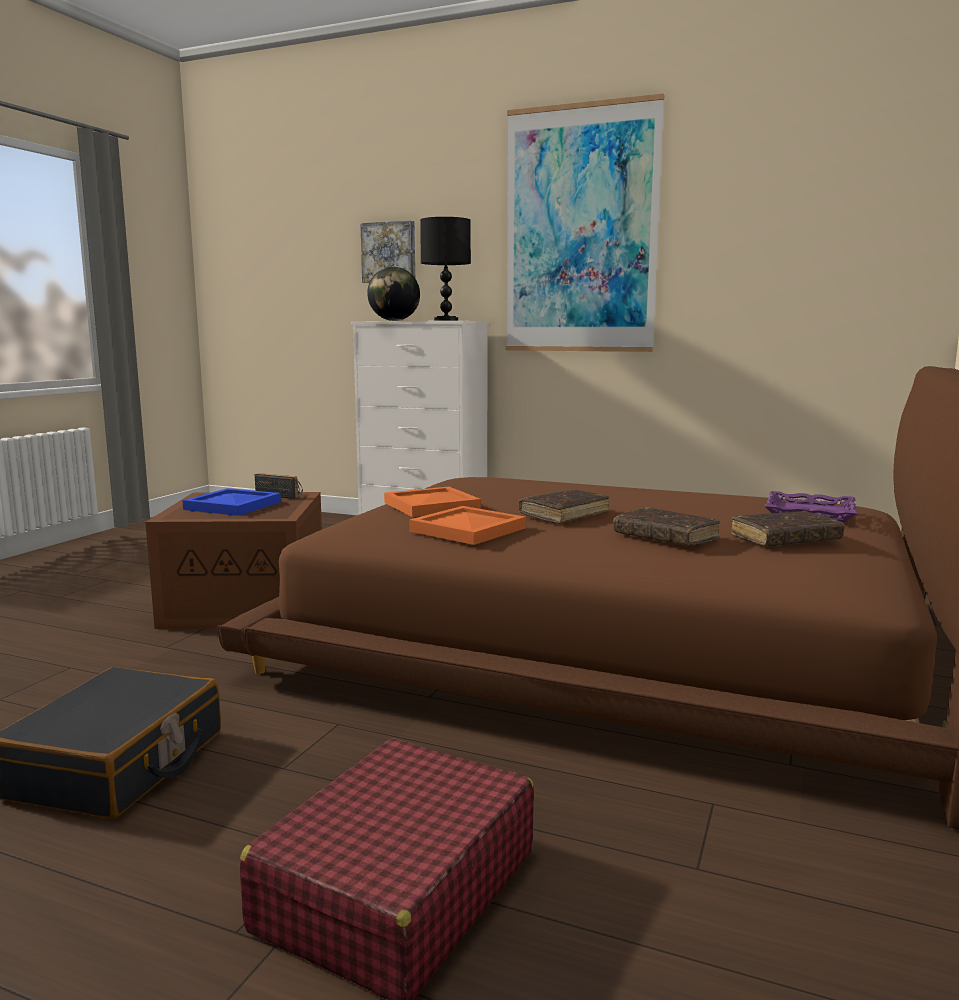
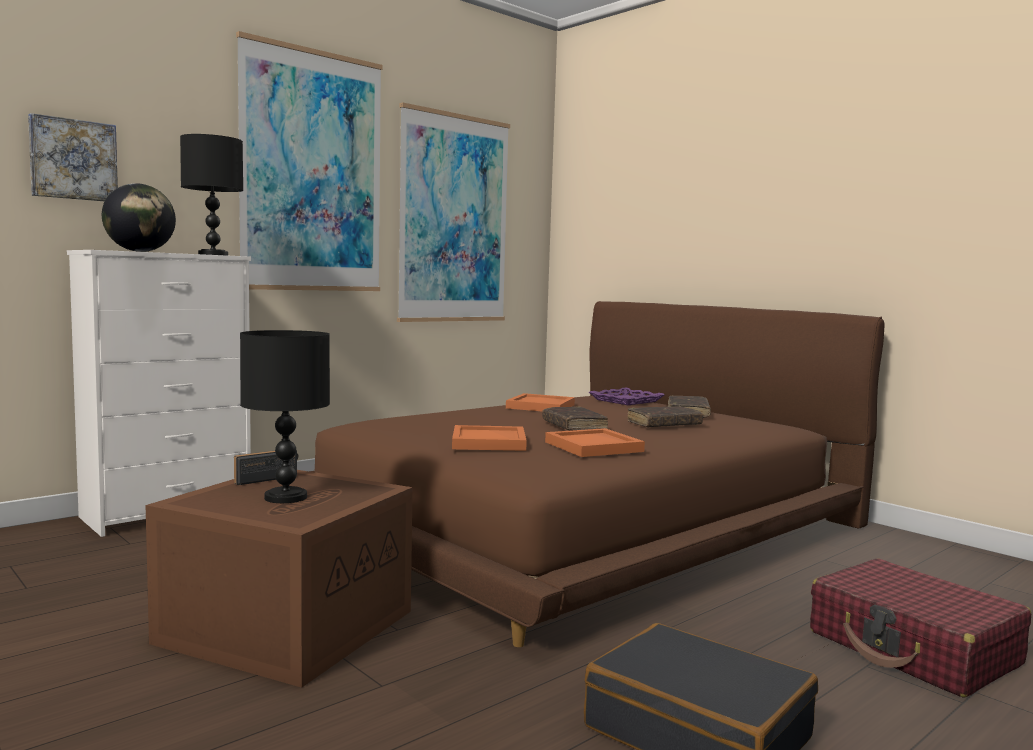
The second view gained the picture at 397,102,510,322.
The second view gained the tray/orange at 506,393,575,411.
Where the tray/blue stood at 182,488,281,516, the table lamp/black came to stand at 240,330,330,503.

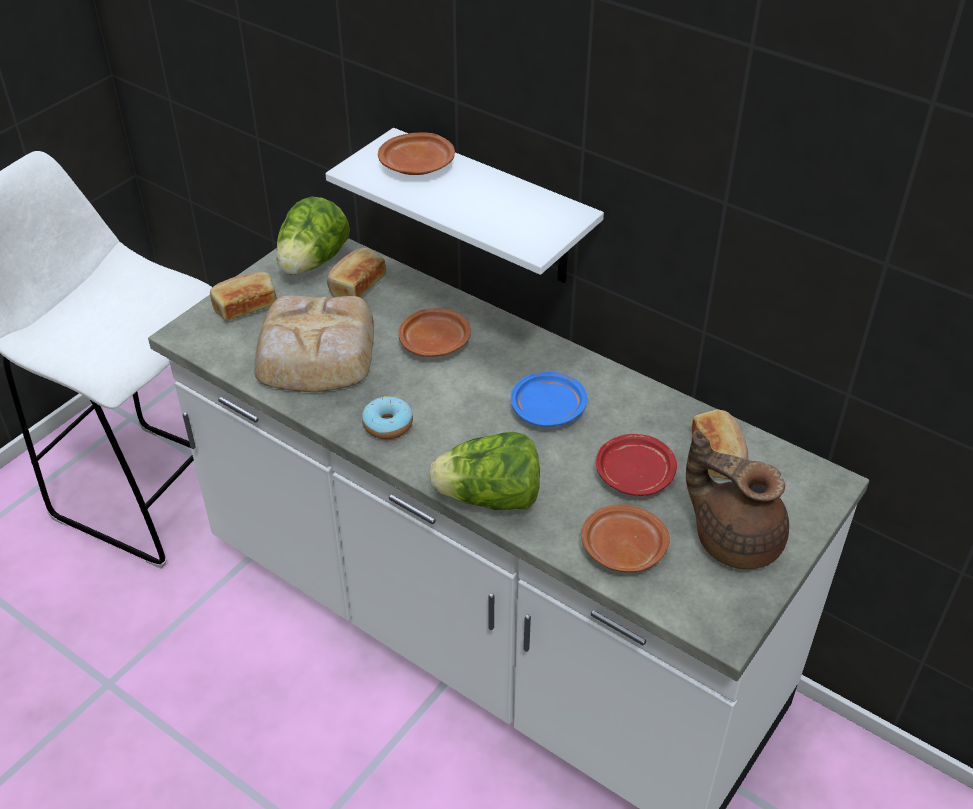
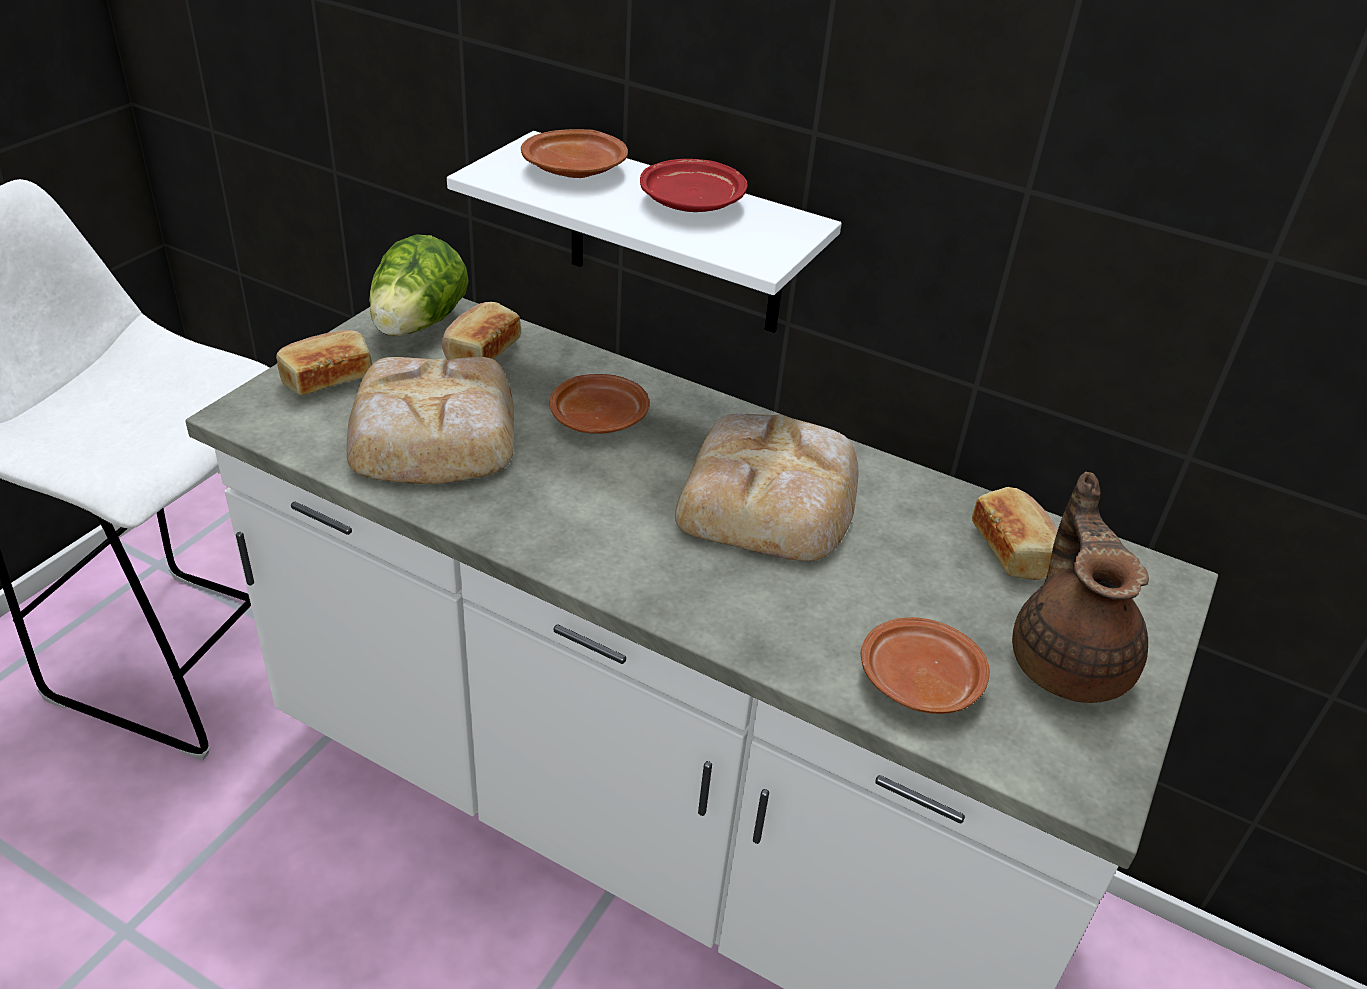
The second view lost the donut at 362,396,413,439.
The second view lost the lettuce at 429,432,540,510.
The plate/red ended up elsewhere, having gone from 596,434,677,496 to 640,159,747,212.
Where the plate/blue stood at 511,372,587,427, the bread came to stand at 675,414,858,561.
The teapot/brown at 686,430,789,569 ended up facing another way, 60 degrees clockwise from before.

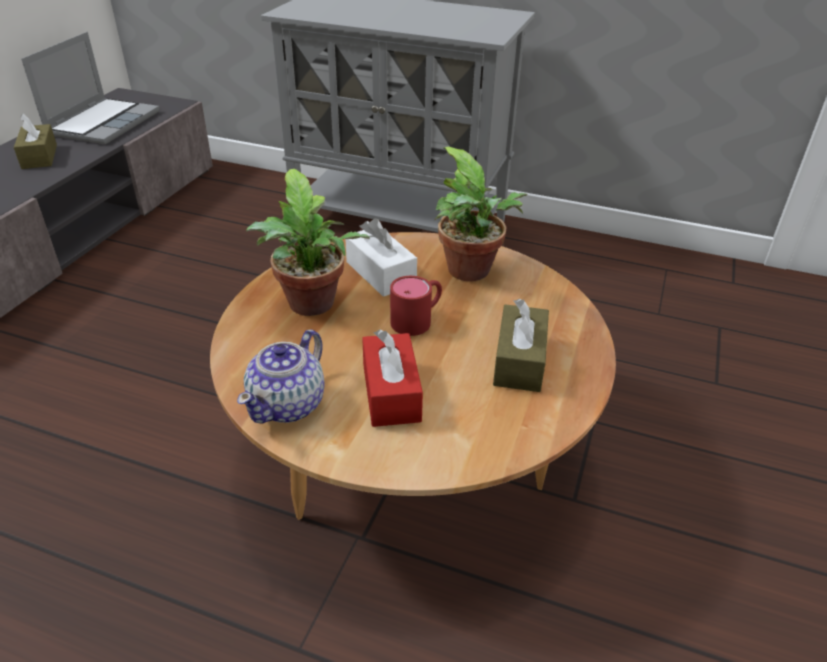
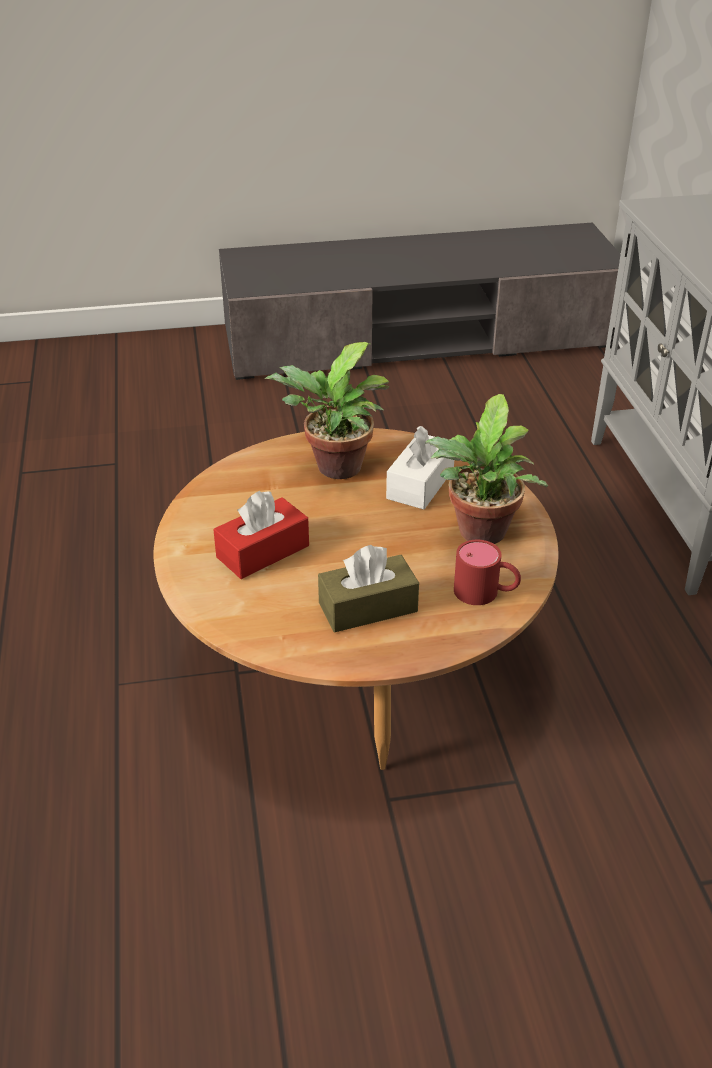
The second view lost the tissue box/brown at 14,113,57,169.
The second view lost the laptop at 21,32,160,144.
The second view lost the teapot at 237,329,325,423.
The mug/red ended up elsewhere, having gone from 390,276,442,336 to 454,540,521,605.

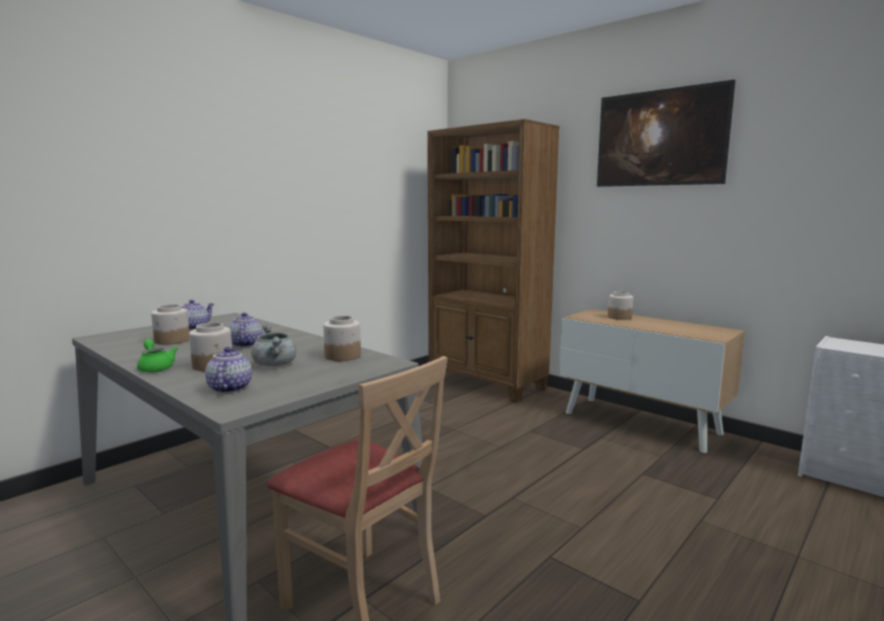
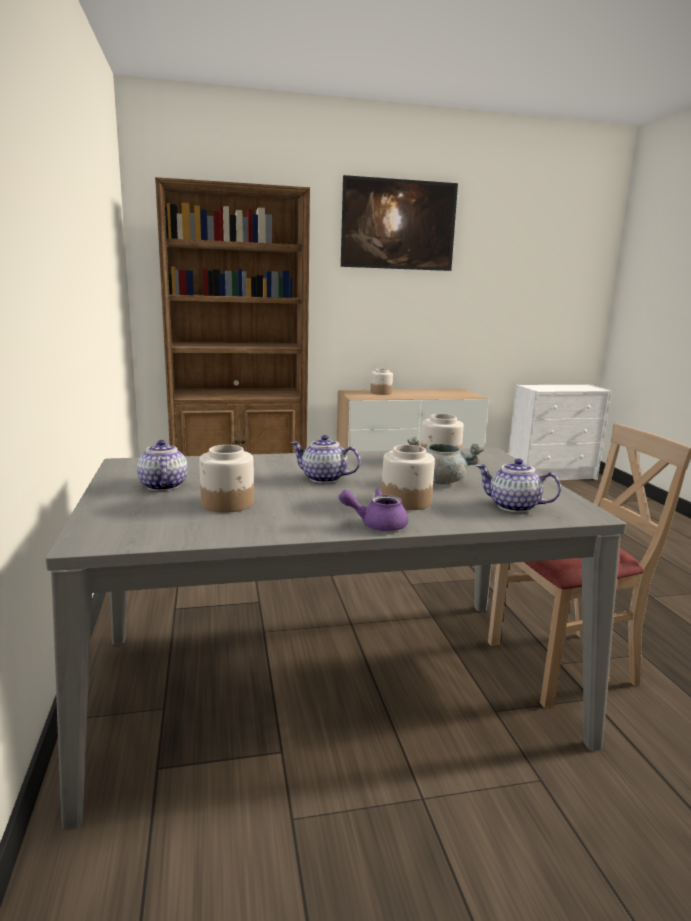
What was the teapot/green at 137,339,178,373 turned into the teapot/purple at 339,489,408,531.

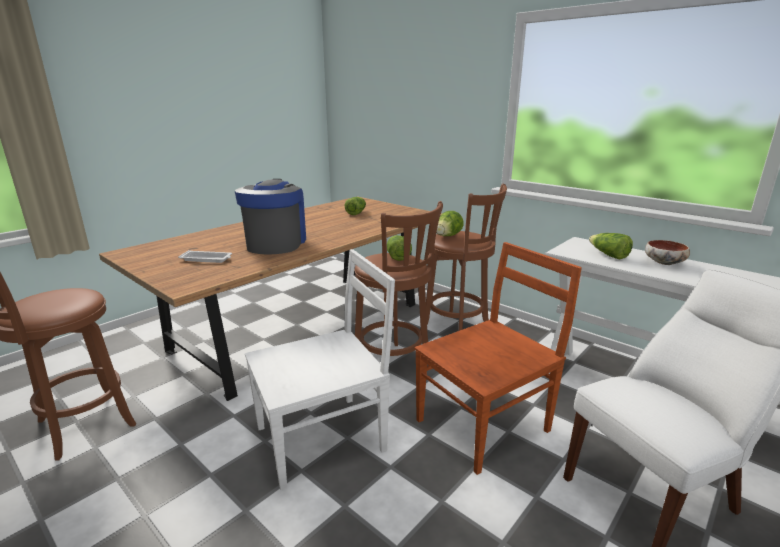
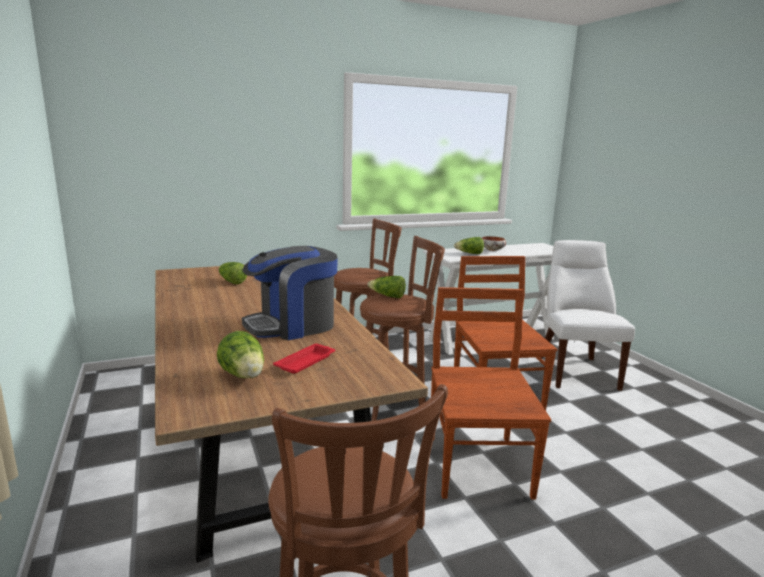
The lettuce ended up elsewhere, having gone from 436,211,464,236 to 217,331,264,378.
What was the tray/white at 178,250,232,263 turned into the tray/red at 273,344,335,374.
What was the chair/white at 245,249,395,490 turned into the chair/brown at 431,287,551,499.
The coffee machine at 235,179,306,255 ended up facing another way, 60 degrees counterclockwise from before.

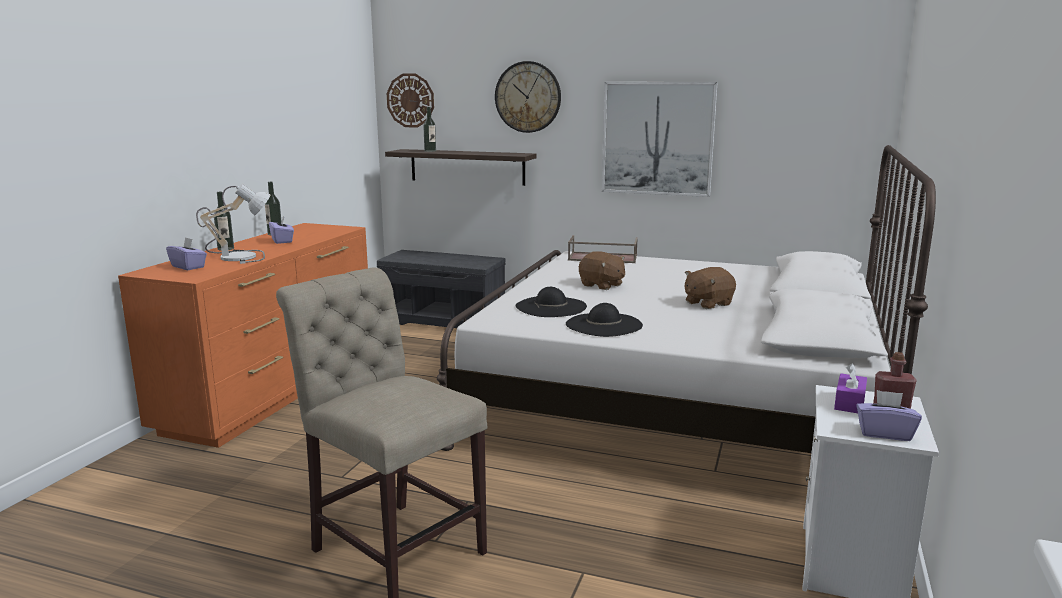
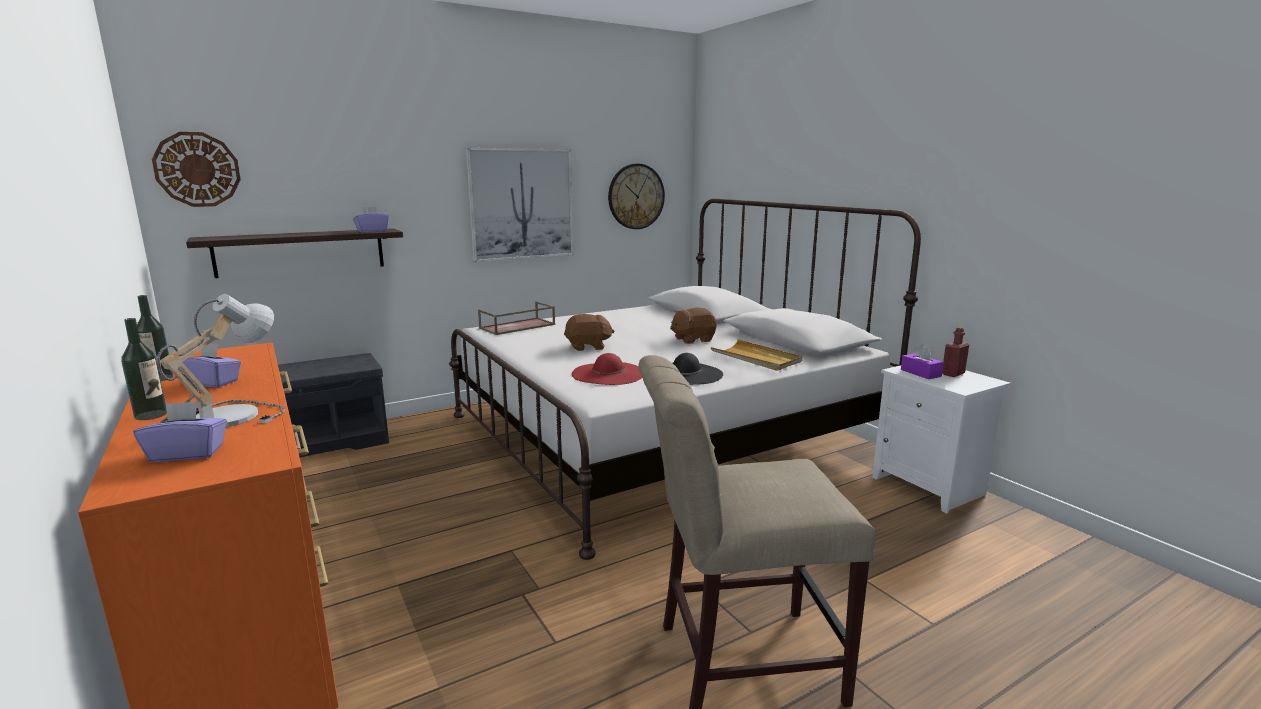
The second view lost the bottle at 423,107,436,152.
The second view gained the tray/beige at 711,339,803,371.
The wall clock ended up elsewhere, having gone from 495,61,561,133 to 608,164,665,229.
The tissue box/purple ended up elsewhere, having gone from 856,390,922,441 to 353,206,389,232.
What was the hat/black at 515,287,587,317 turned into the hat/red at 572,353,642,385.
The plush toy/brown at 685,267,736,309 ended up facing another way, 60 degrees clockwise from before.

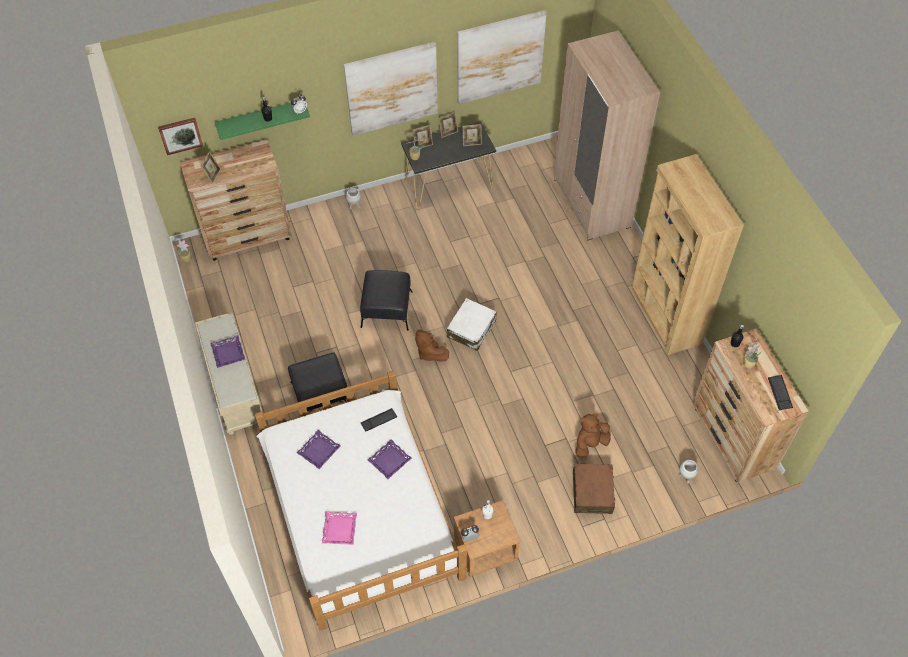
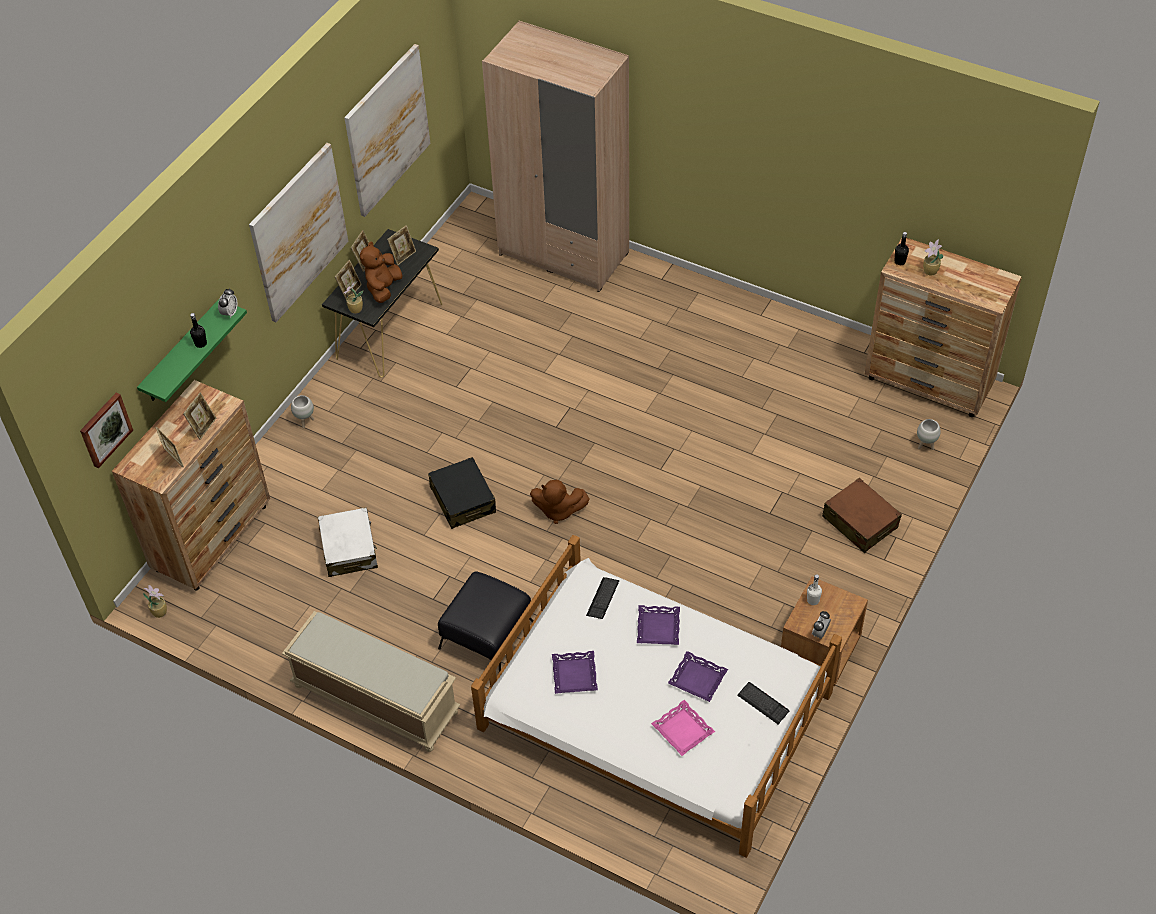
The second view lost the bookcase/brown at 631,154,744,355.
The second view gained the picture frame at 183,392,216,440.
The tray/purple ended up elsewhere, having gone from 210,335,246,368 to 668,651,728,702.
The suitcase/white ended up elsewhere, having gone from 447,298,497,351 to 318,507,378,577.
The plush toy/brown ended up elsewhere, having gone from 575,413,611,457 to 360,242,403,303.
The keyboard ended up elsewhere, having gone from 768,375,793,410 to 737,682,790,724.
Where the ottoman/black stood at 360,270,413,331, the suitcase/black came to stand at 428,457,496,529.

